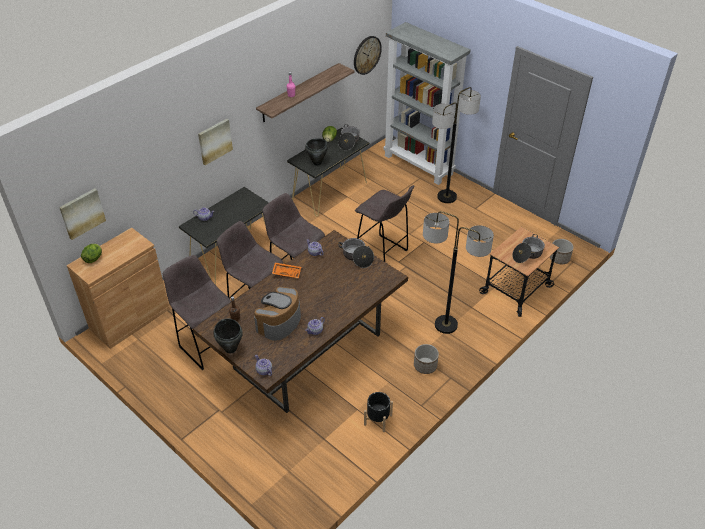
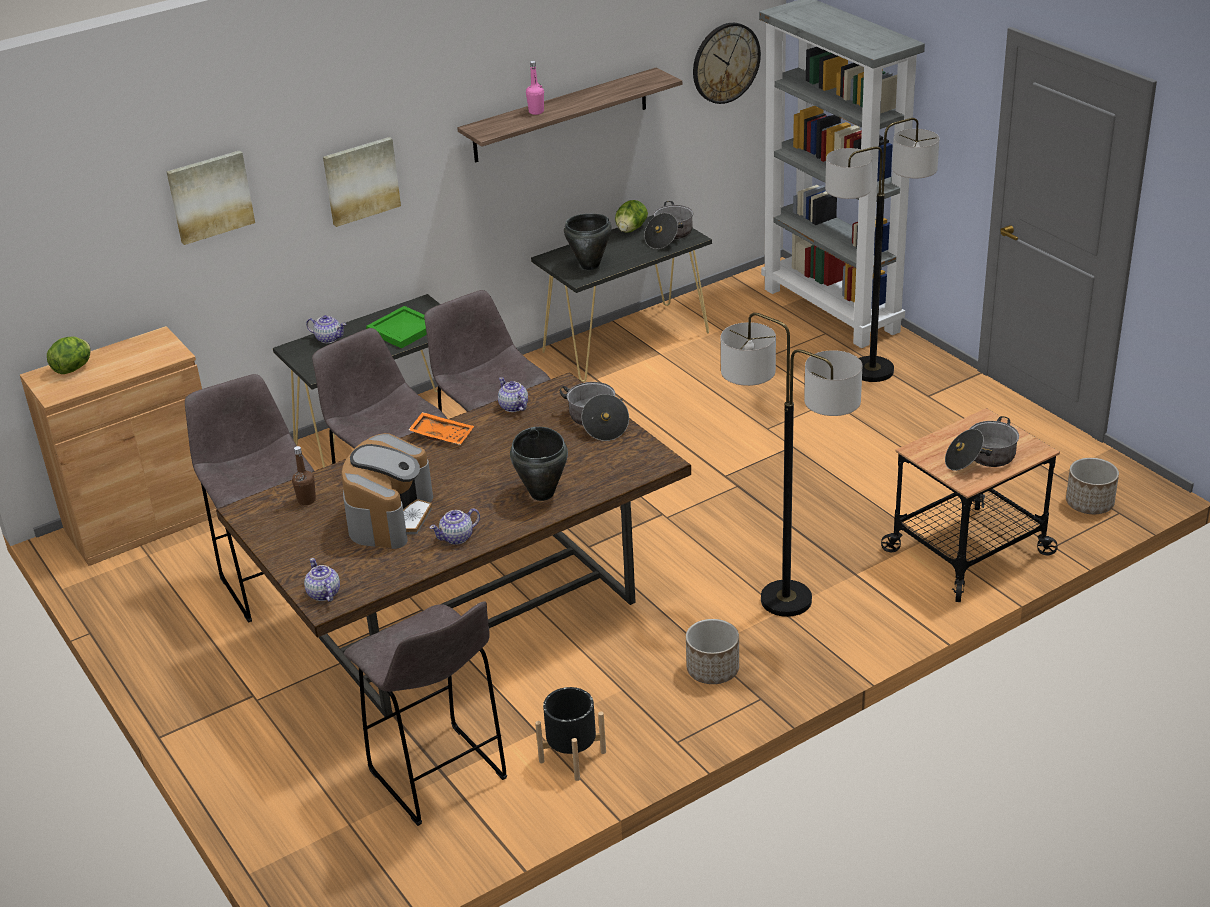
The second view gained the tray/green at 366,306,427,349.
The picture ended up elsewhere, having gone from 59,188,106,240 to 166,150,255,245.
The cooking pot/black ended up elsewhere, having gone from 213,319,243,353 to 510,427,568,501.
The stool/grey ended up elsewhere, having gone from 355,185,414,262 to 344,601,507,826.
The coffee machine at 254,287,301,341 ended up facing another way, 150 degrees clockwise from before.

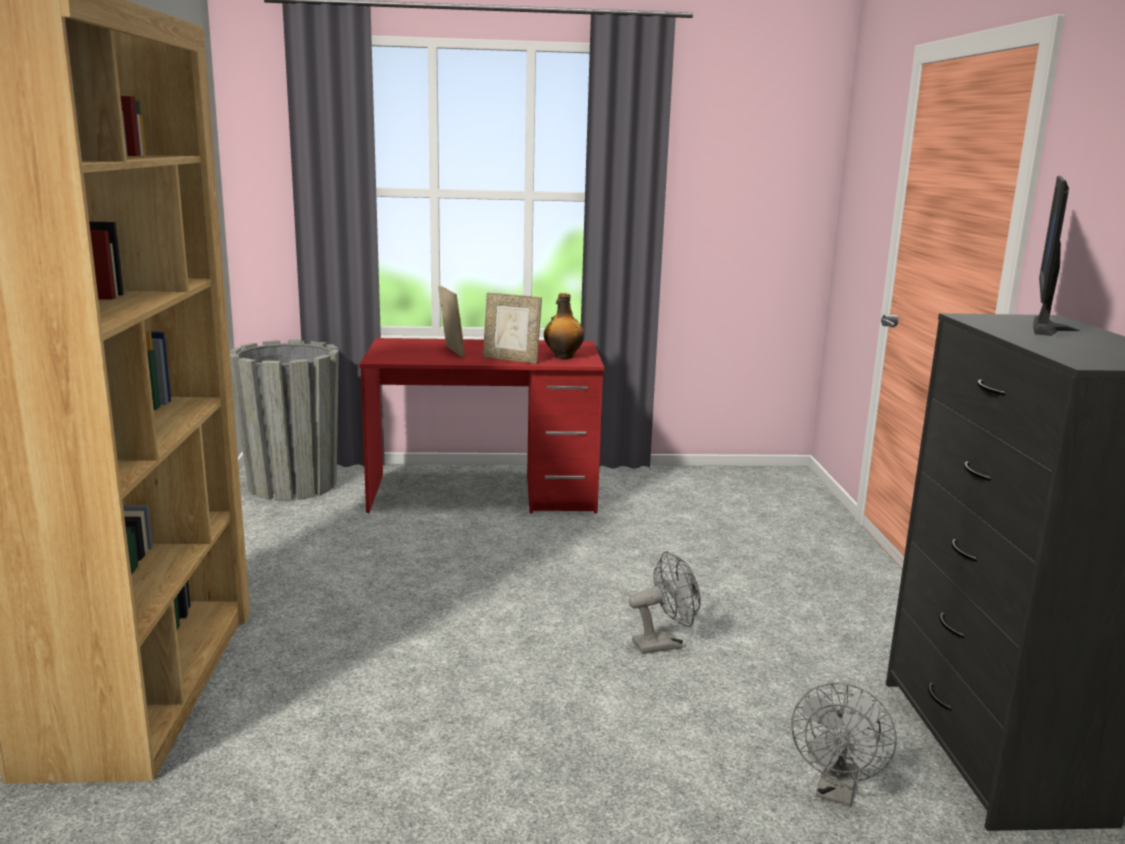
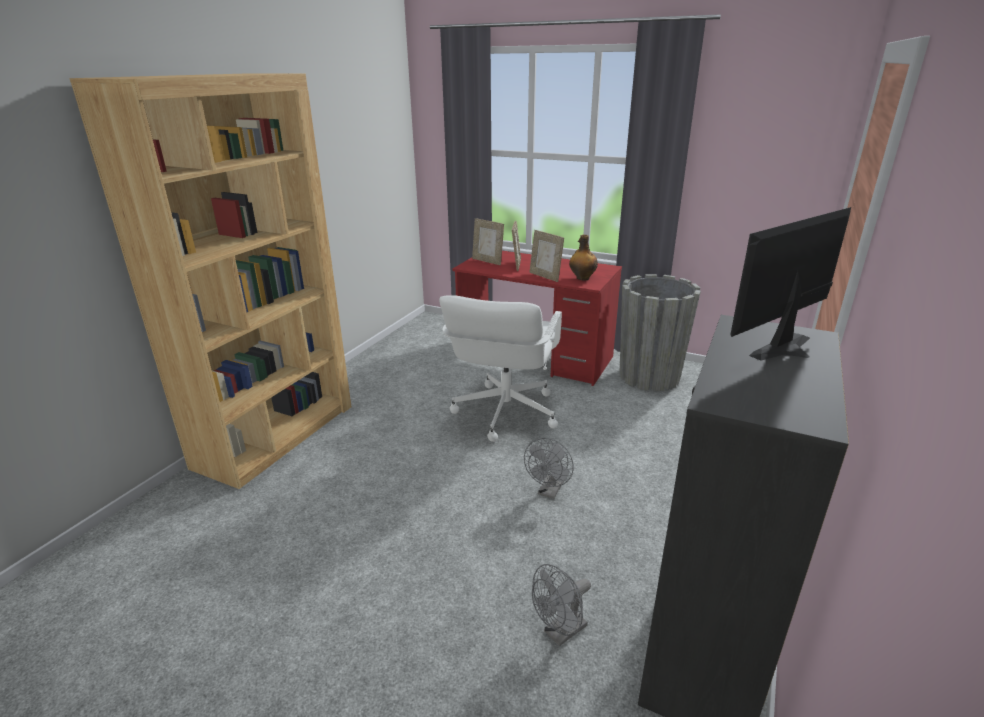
The second view gained the office chair/white at 439,295,562,442.
The second view gained the picture frame at 472,218,504,265.
The planter/grey ended up elsewhere, having gone from 229,340,339,501 to 619,274,701,391.
The fan/grey at 629,551,701,654 ended up facing another way, 105 degrees clockwise from before.

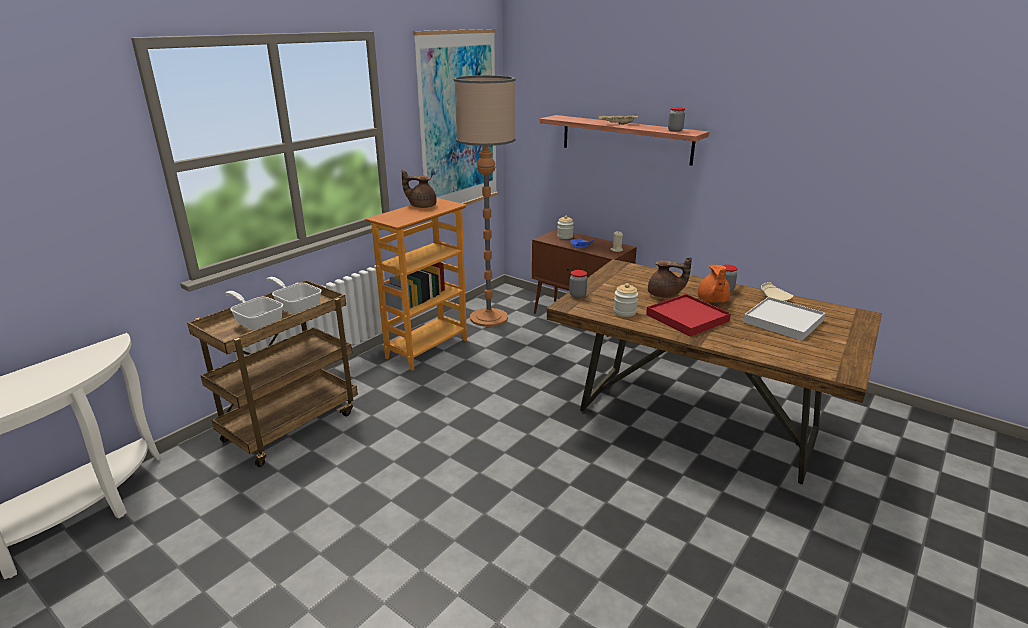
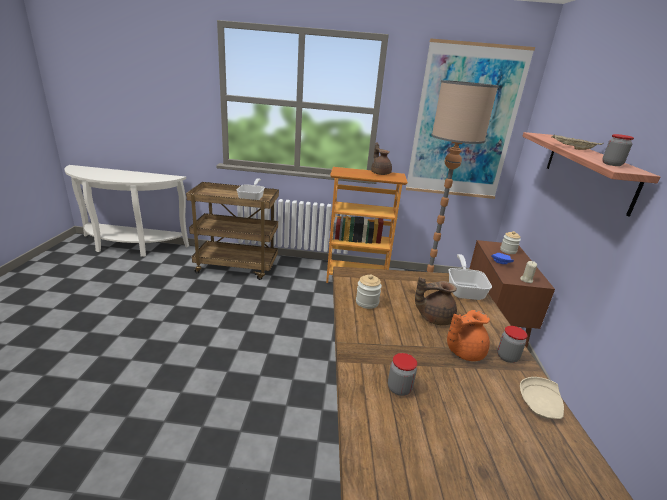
The second view lost the tray/red at 646,294,731,336.
The second view lost the tray/white at 743,297,825,341.
The frying pan ended up elsewhere, having gone from 225,291,283,330 to 448,254,492,300.
The jar ended up elsewhere, having gone from 569,270,587,298 to 388,353,417,396.
The teapot/brown at 648,257,692,298 ended up facing another way, 105 degrees clockwise from before.

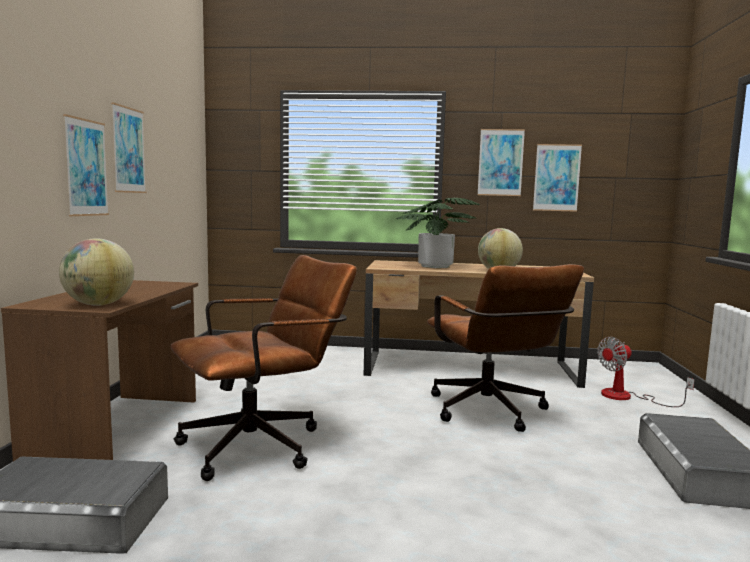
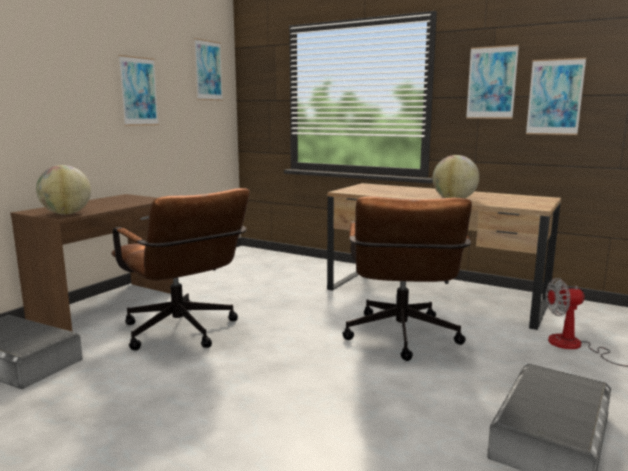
The second view lost the potted plant at 396,198,480,268.
The picture ended up elsewhere, having gone from 63,114,109,216 to 194,38,223,101.
The office chair/brown at 170,255,357,481 ended up facing another way, 60 degrees clockwise from before.

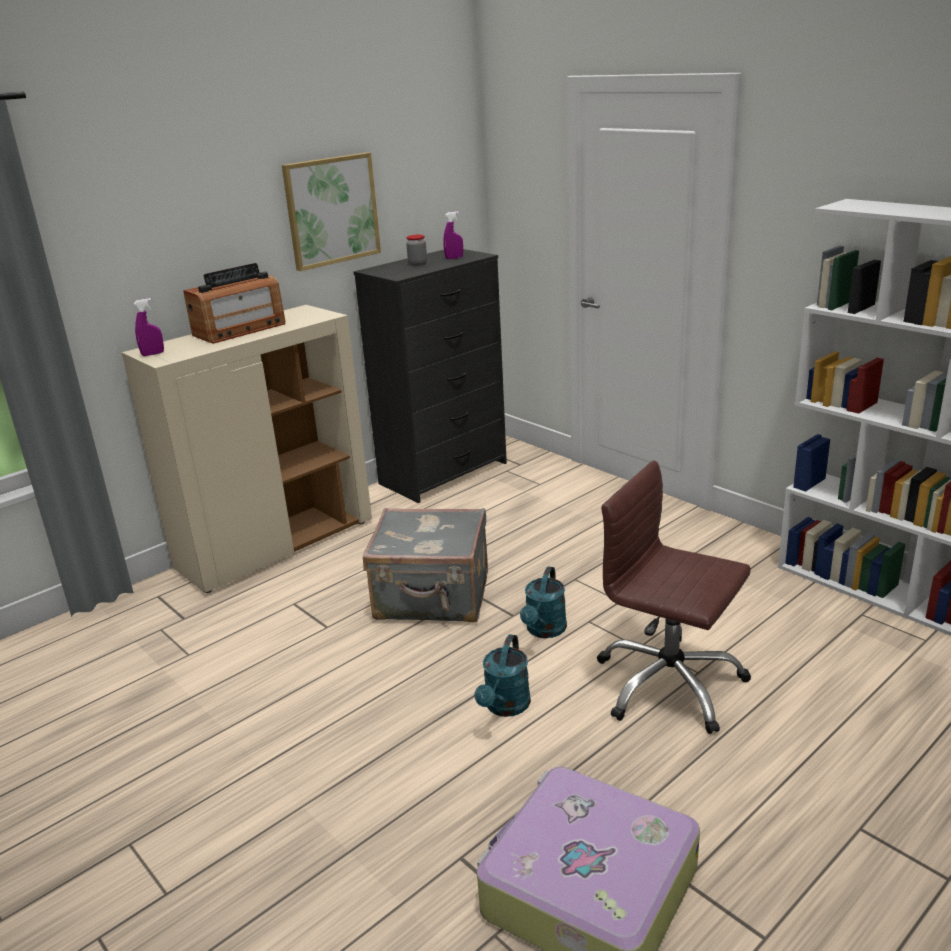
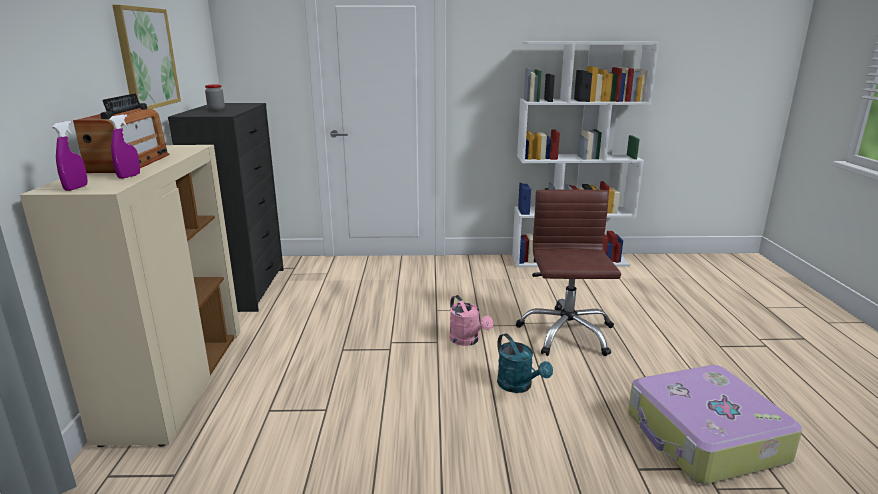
The second view lost the suitcase/grey at 363,508,488,622.
The spray bottle/purple ended up elsewhere, having gone from 443,211,463,259 to 109,114,140,179.
What was the watering can/turquoise at 520,566,567,638 turned into the watering can/pink at 449,295,493,346.
The office chair/brown at 597,460,751,734 ended up facing another way, 105 degrees clockwise from before.

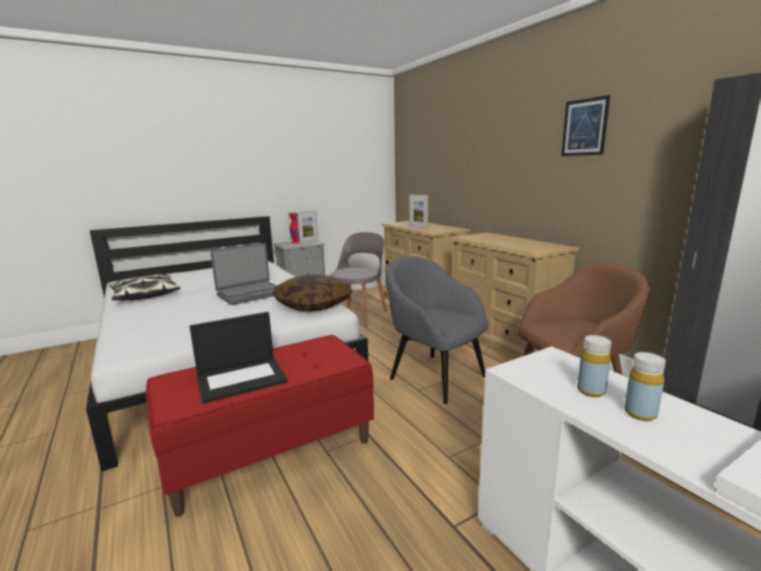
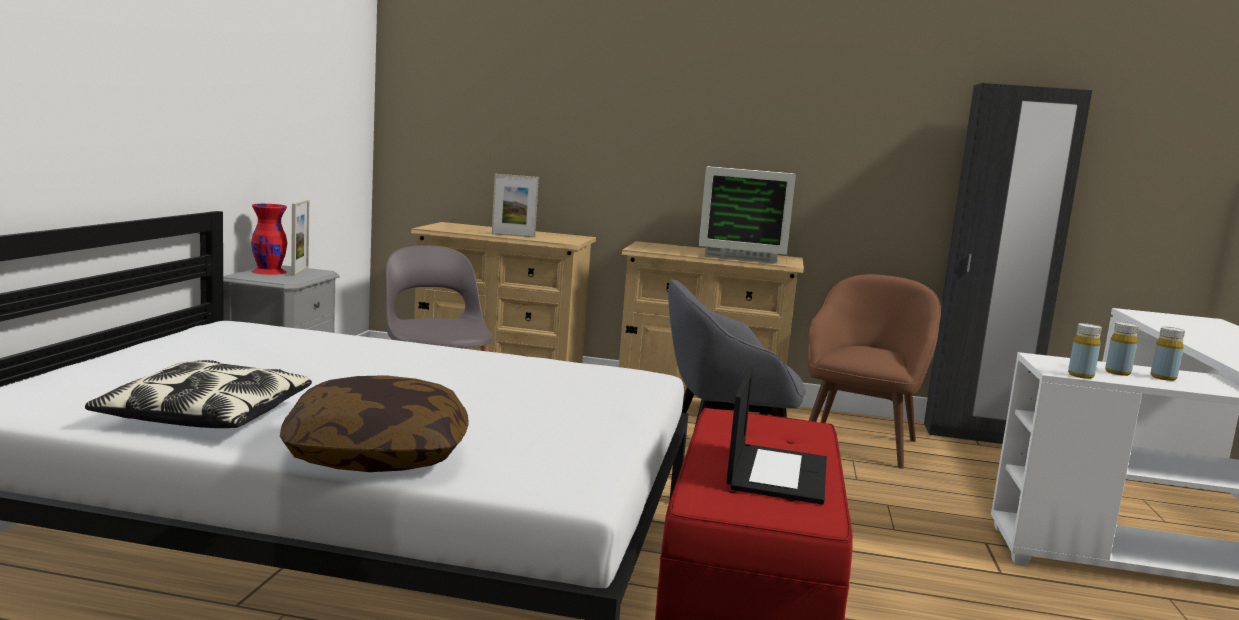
The second view lost the laptop at 210,243,277,305.
The second view lost the picture at 561,95,610,156.
The second view gained the monitor at 699,166,796,264.
The second view gained the bottle/yellow at 1068,323,1102,379.
The pillow ended up elsewhere, having gone from 272,275,352,312 to 280,375,469,472.

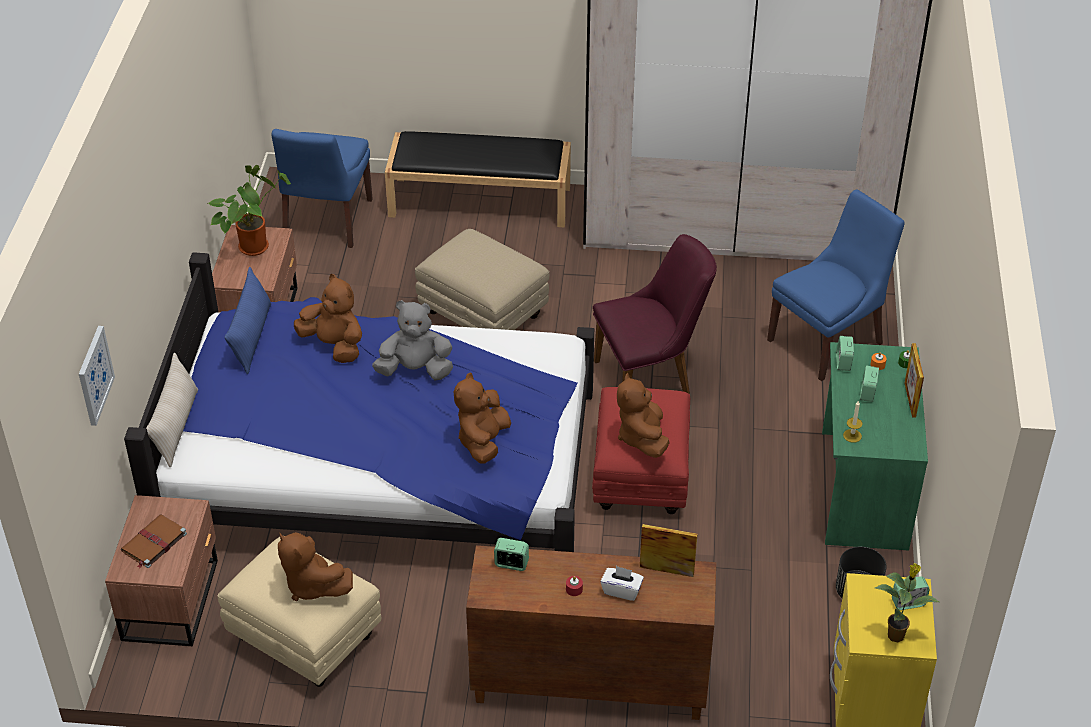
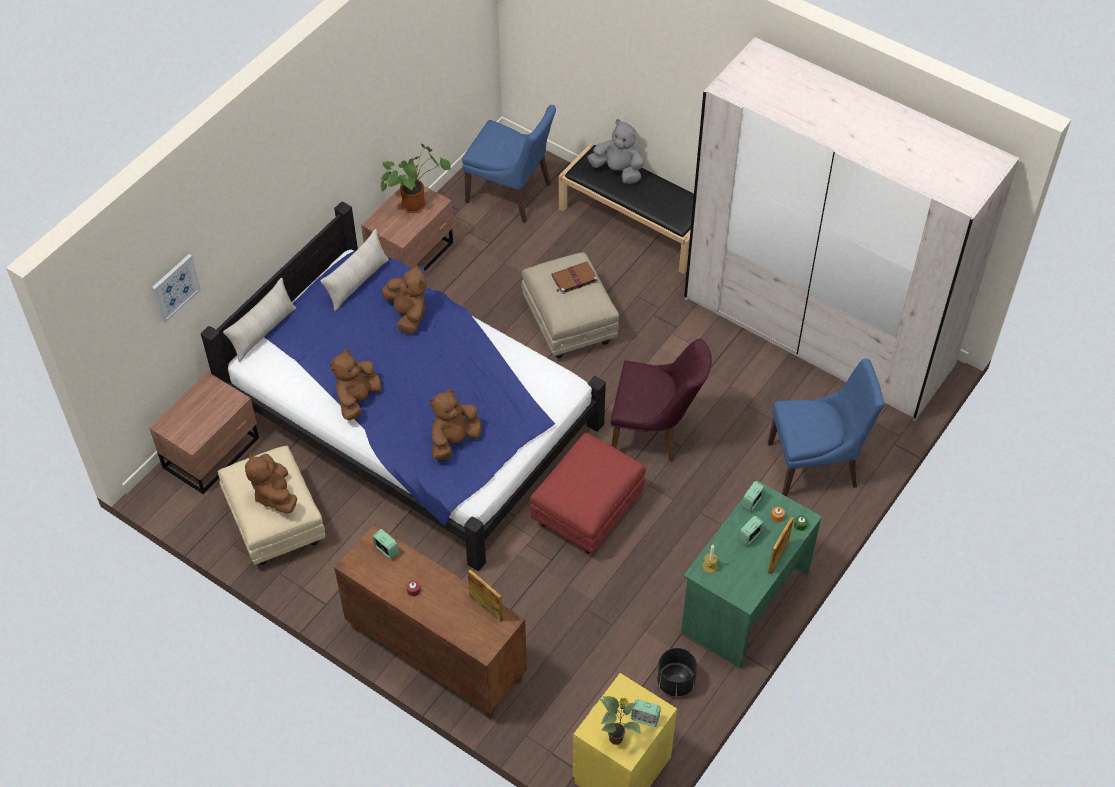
The second view lost the tissue box/white at 601,566,644,601.
The book/brown ended up elsewhere, having gone from 121,514,187,569 to 551,262,598,294.
The plush toy/grey ended up elsewhere, having gone from 372,300,453,381 to 587,119,644,184.
The plush toy/brown ended up elsewhere, having gone from 617,373,669,458 to 330,349,382,421.
What was the pillow/blue at 225,267,271,374 turned into the pillow/beige at 321,229,389,311.
The chair/blue at 271,129,373,248 ended up facing another way, 105 degrees counterclockwise from before.

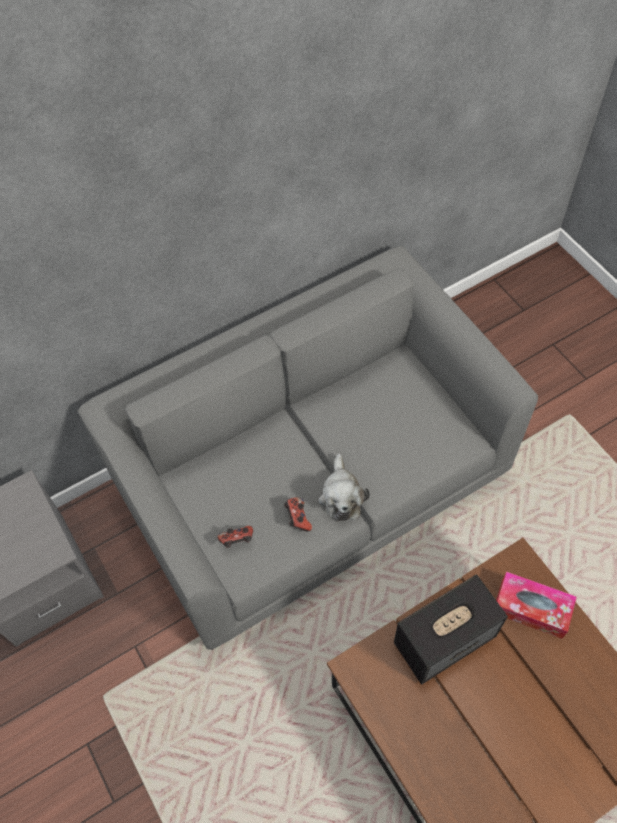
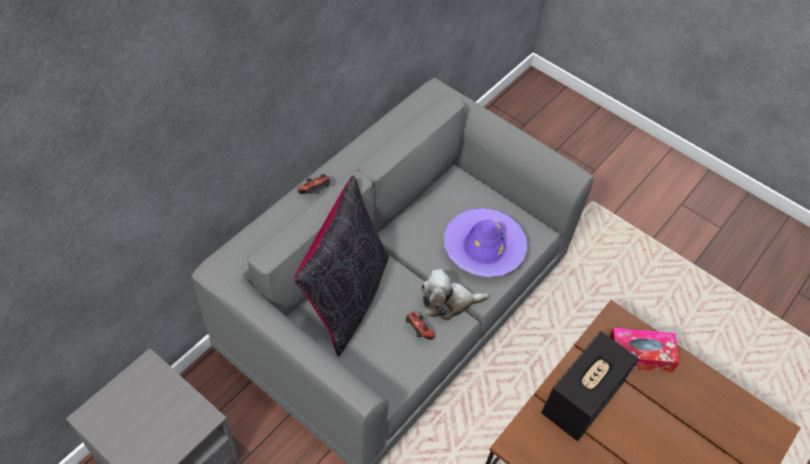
The second view gained the pillow/black at 294,176,389,357.
The second view gained the hat/purple at 444,208,528,277.
The game controller ended up elsewhere, having gone from 217,526,253,548 to 297,174,330,194.
The plush toy at 319,453,370,521 ended up facing another way, 105 degrees clockwise from before.

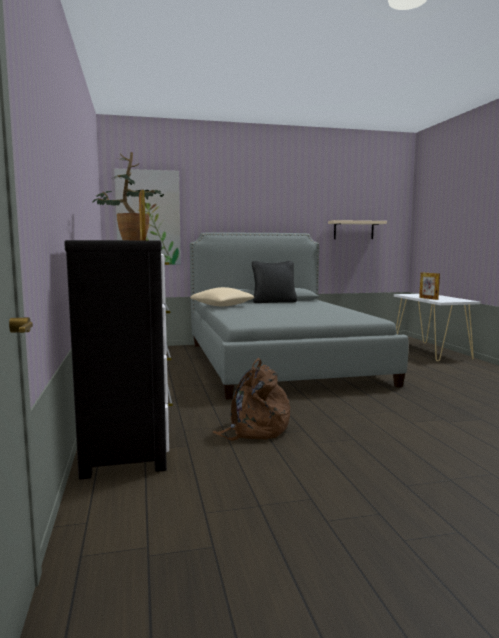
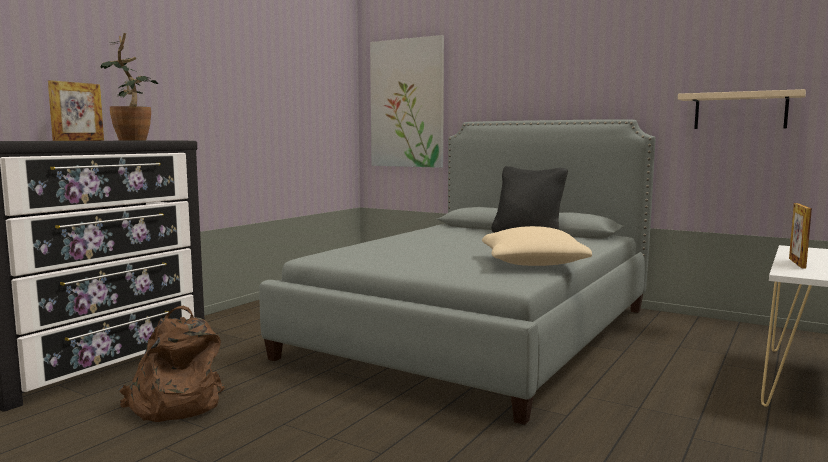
The pillow/beige ended up elsewhere, having gone from 190,287,254,306 to 482,226,592,266.

